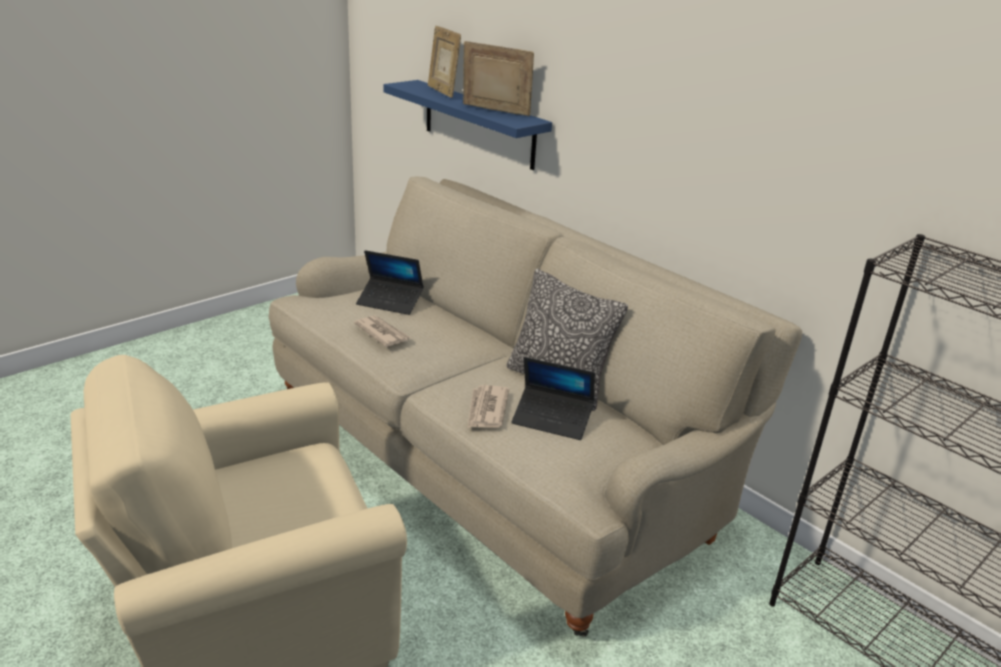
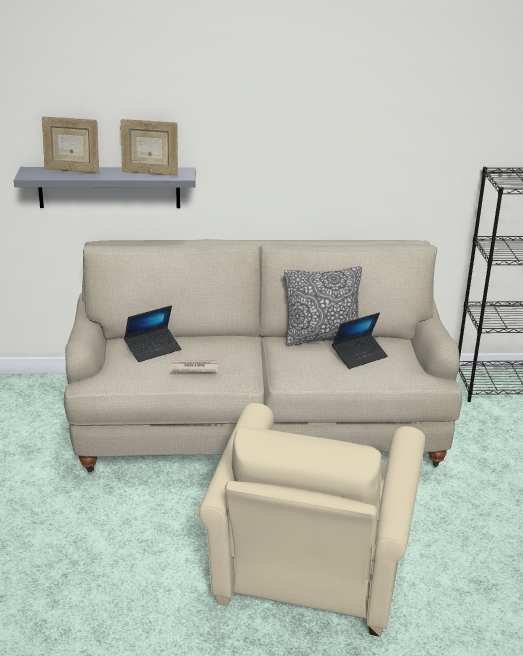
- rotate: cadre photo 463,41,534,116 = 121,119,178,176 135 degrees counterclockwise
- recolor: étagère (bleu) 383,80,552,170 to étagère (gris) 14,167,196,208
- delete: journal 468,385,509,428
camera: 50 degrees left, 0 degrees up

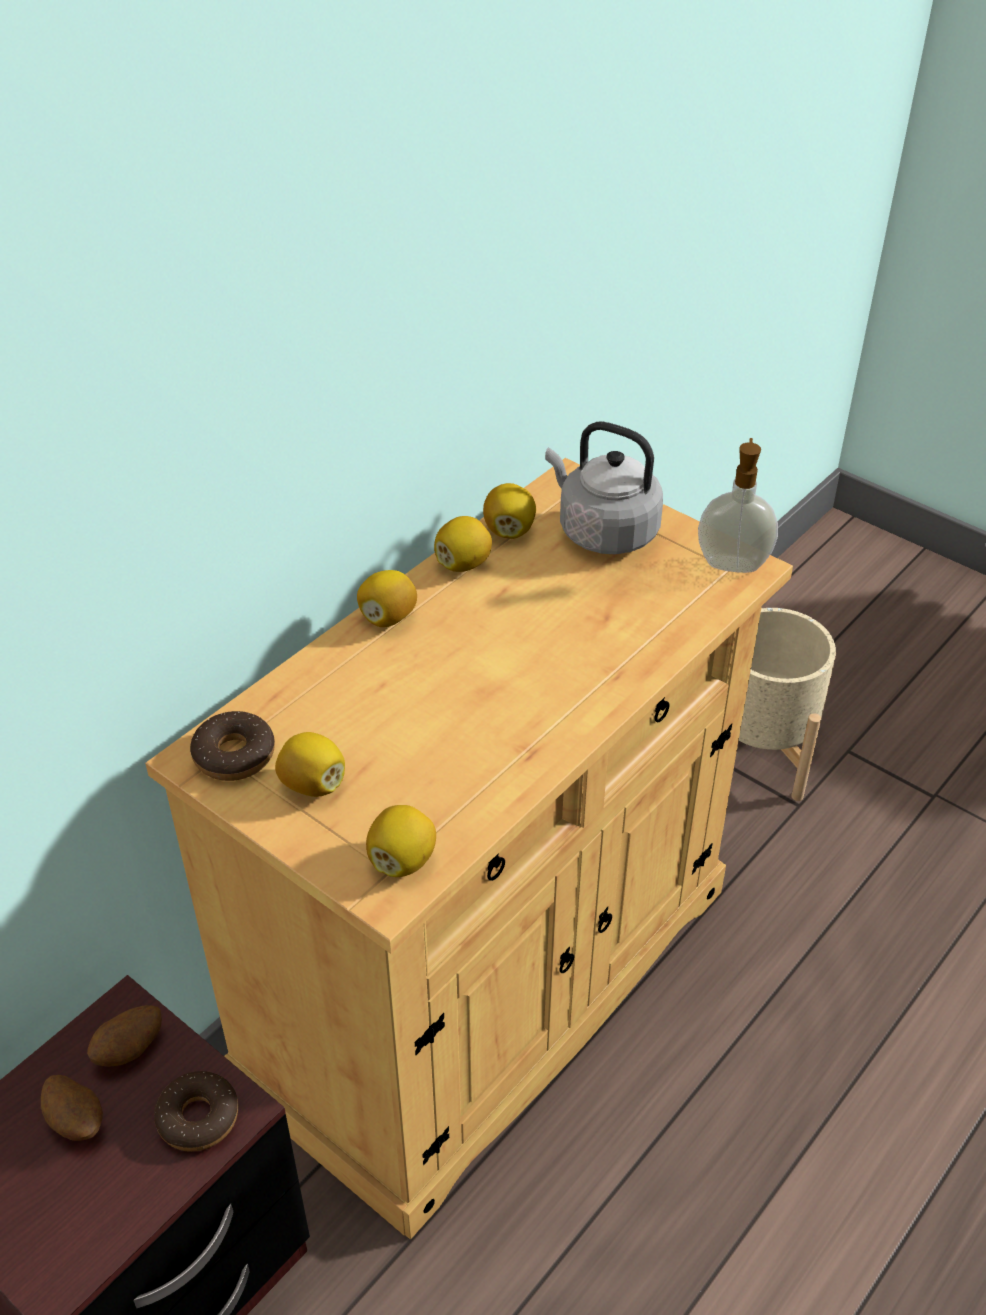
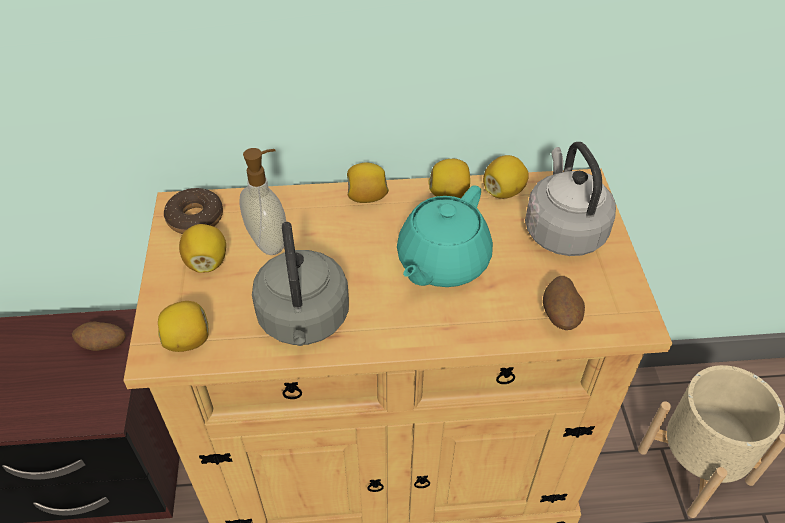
- move: distributeur de savon 698,438,778,573 to 240,148,286,255
- delete: beignet 154,1071,238,1152
- move: pomme de terre 41,1075,103,1141 to 543,276,585,330
- insert: théière (turquoise) 397,185,493,287
- insert: bouilloire (gris) 252,222,349,346
camera: 45 degrees right, 5 degrees up

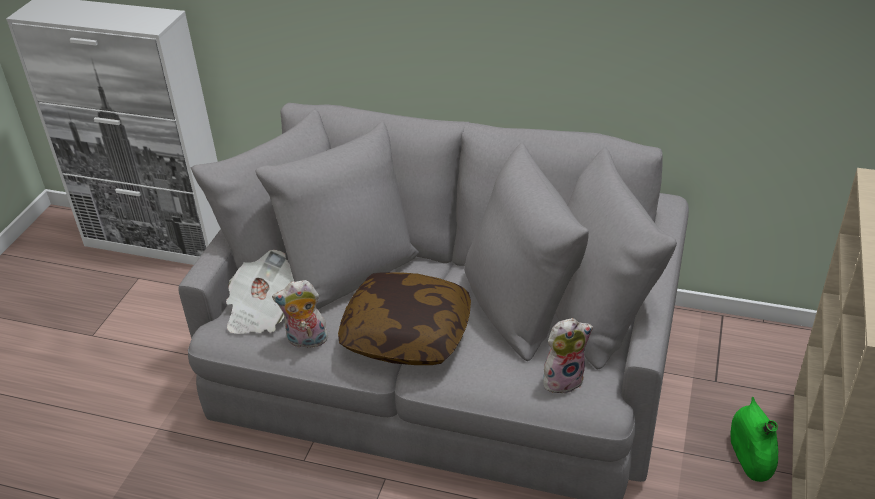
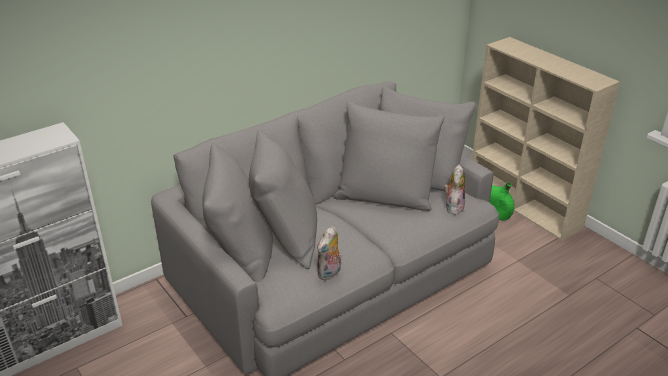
- delete: journal 226,250,294,334
- delete: coussin 338,272,471,365
camera: 55 degrees left, 5 degrees down

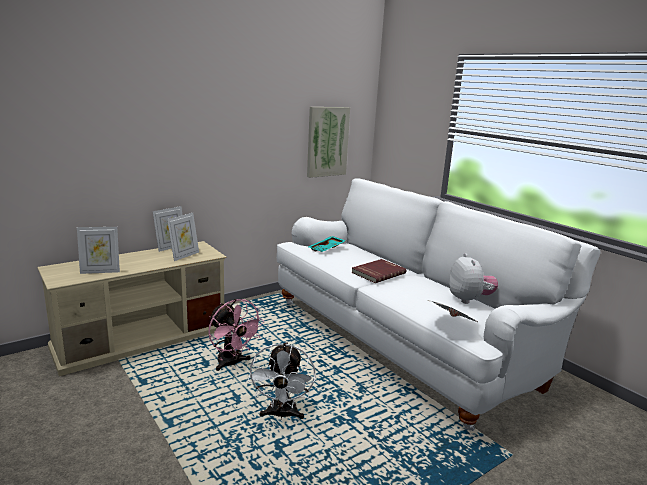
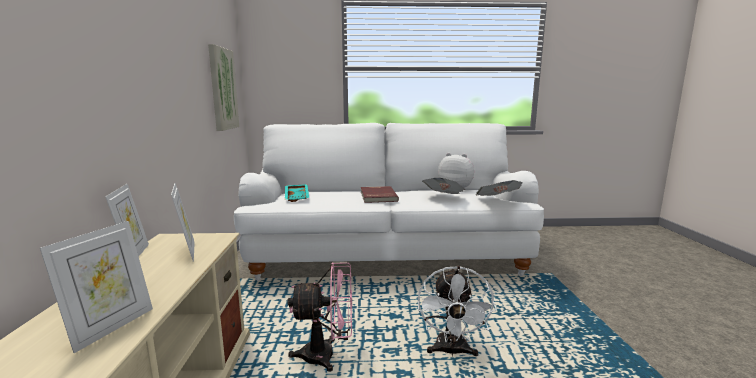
- rotate: ventilateur (blanc) 248,342,316,419 = 418,266,497,357 60 degrees clockwise
- insert: journal 422,178,465,194
camera: 55 degrees left, 5 degrees down

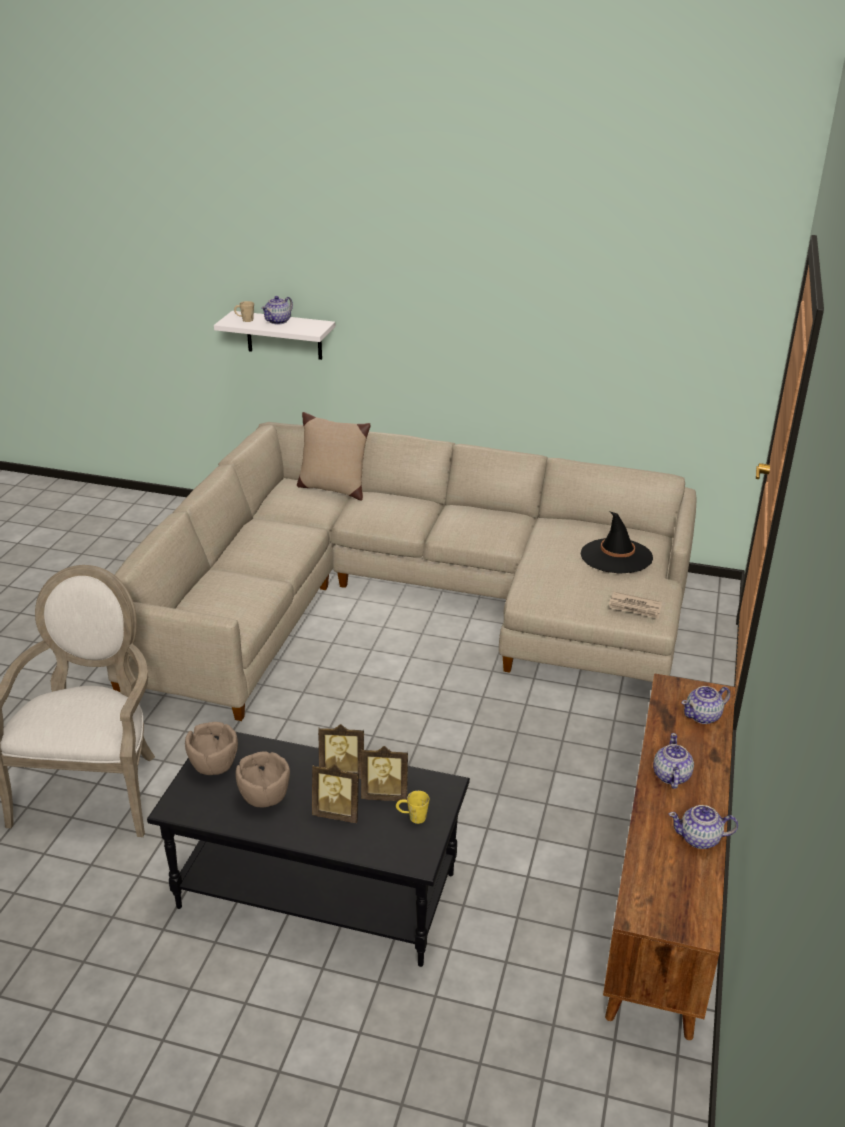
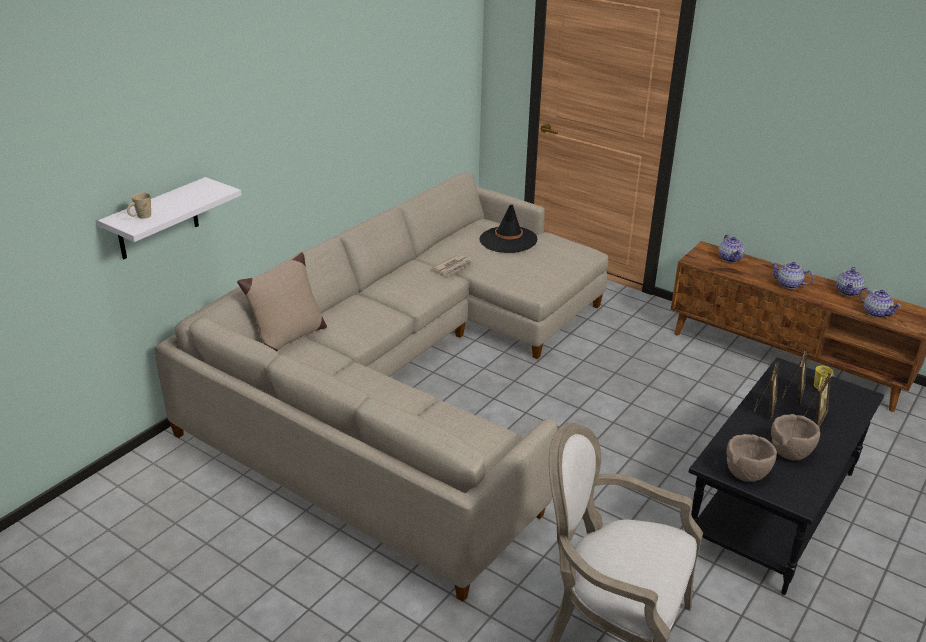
- move: théière 261,296,293,325 to 859,287,901,318
- move: journal 609,592,662,619 to 432,254,472,276
camera: 70 degrees left, 0 degrees up

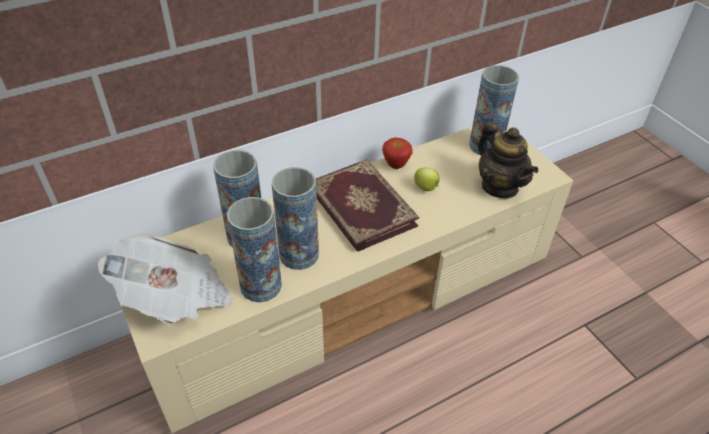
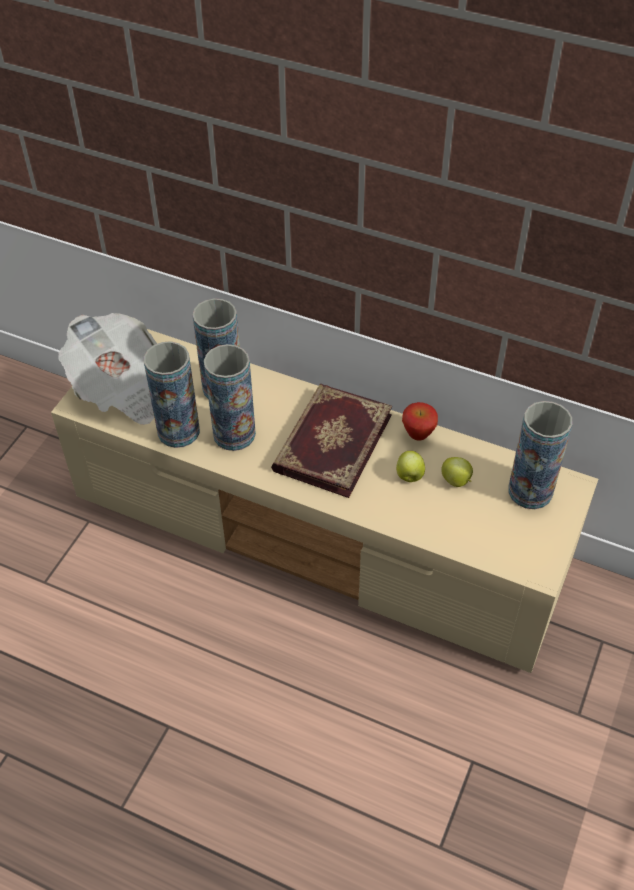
- delete: théière 478,122,538,198
- insert: pomme 441,457,473,487
camera: 55 degrees right, 5 degrees up

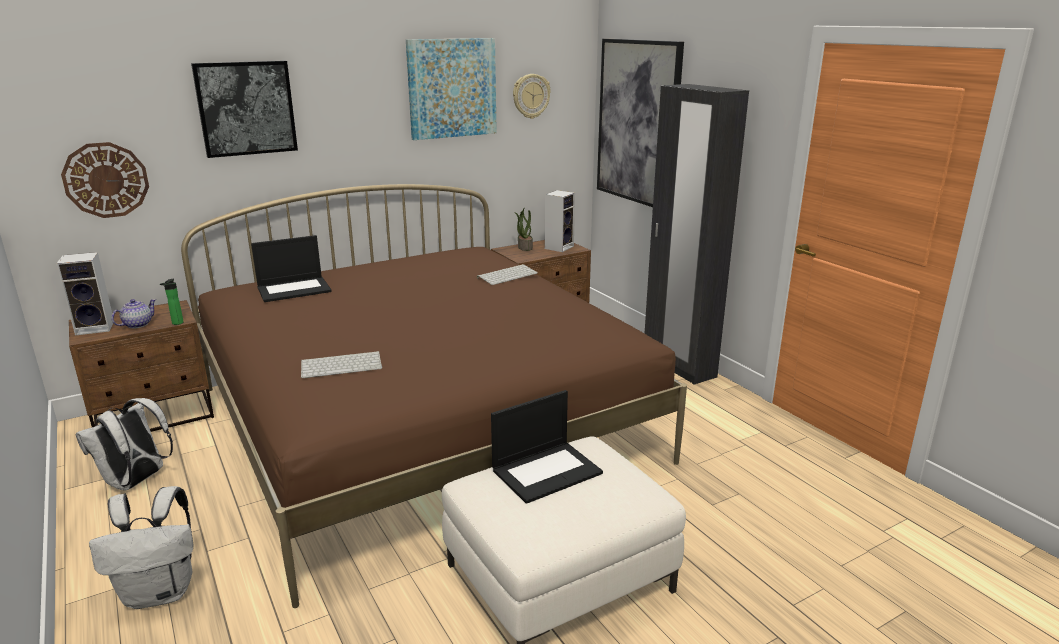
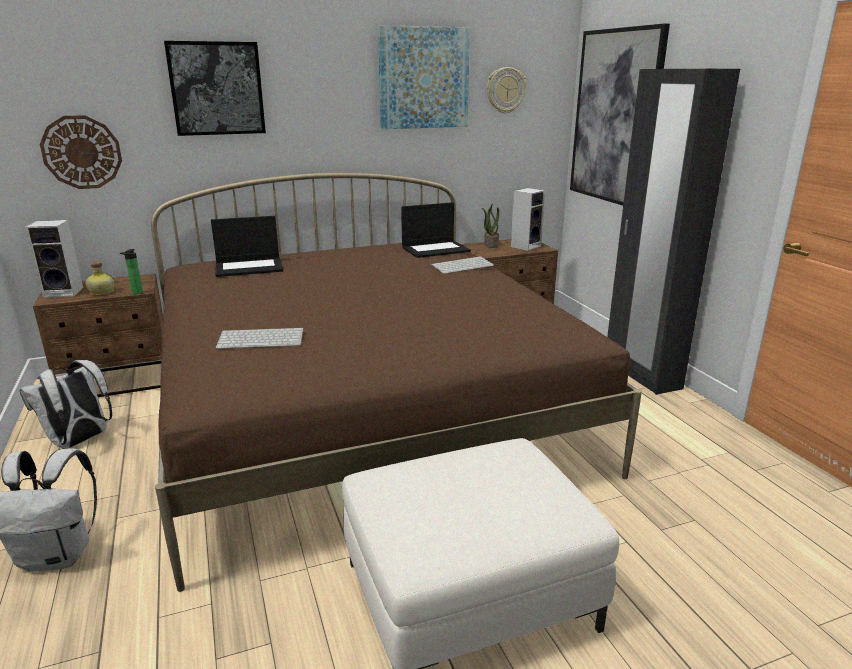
- replace: théière 111,299,156,328 to bouteille 85,261,115,295
- move: ordinateur portable 491,390,603,504 to 401,202,471,258
camera: 10 degrees right, 0 degrees up

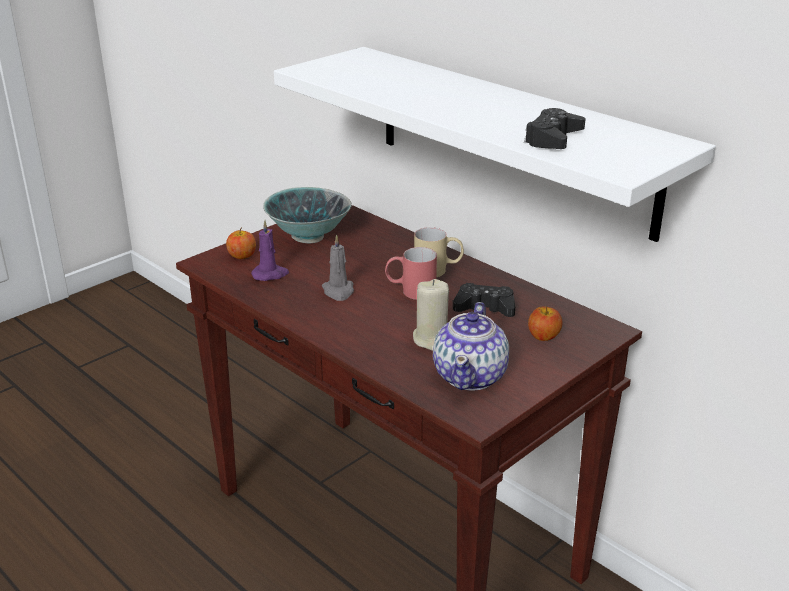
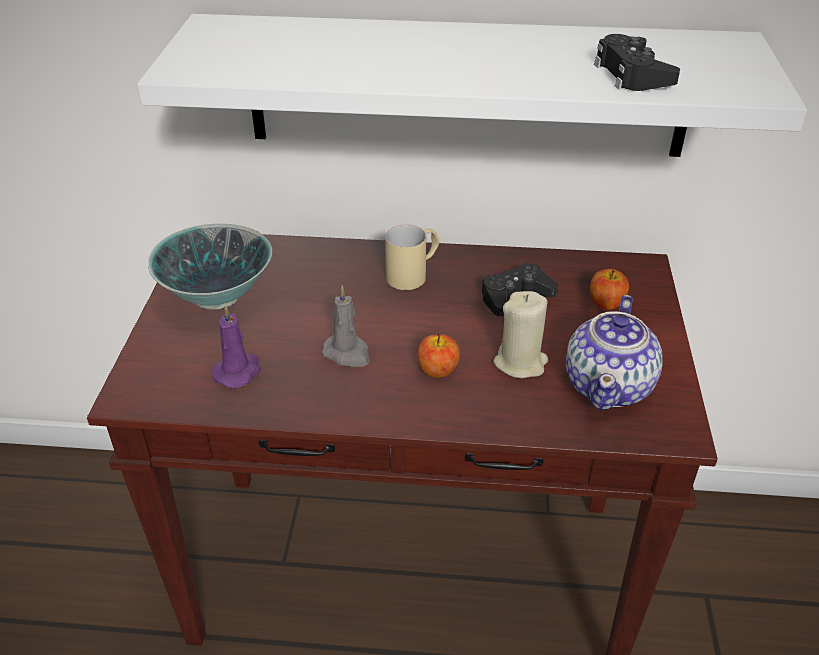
- move: pomme 226,227,256,259 to 418,333,460,378
- delete: mug (rouge) 385,247,437,300
- rotate: théière 433,302,509,391 = 566,295,662,410 45 degrees clockwise
camera: 40 degrees left, 10 degrees up

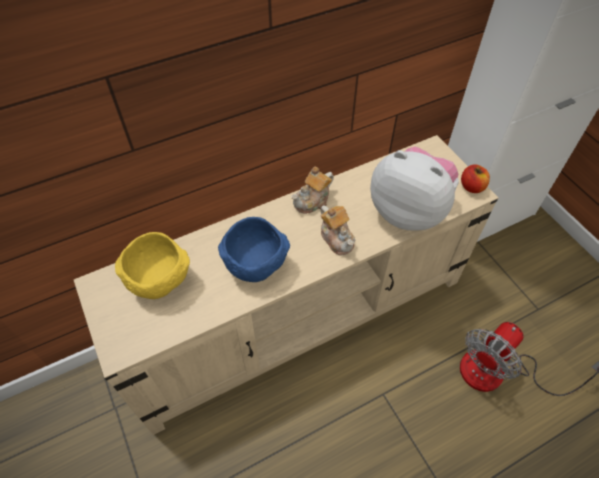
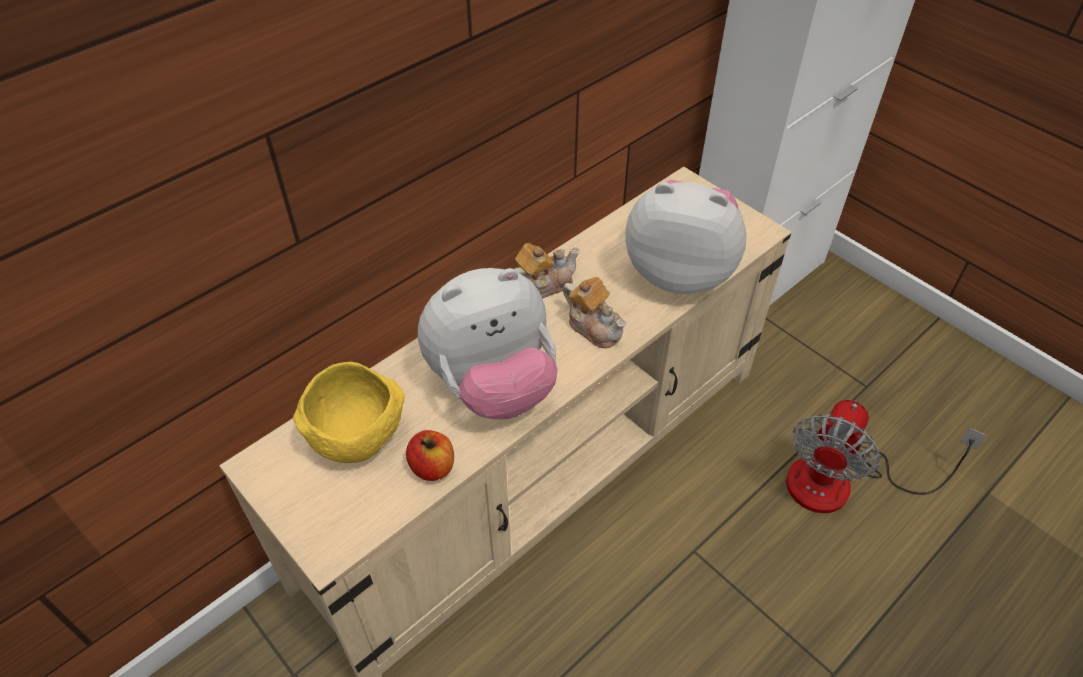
- move: pomme 461,164,490,193 to 406,430,454,481
- rotate: théière 291,167,334,214 = 514,243,580,299 150 degrees counterclockwise
- replace: bol (bleu) 218,217,290,282 to peluche 418,268,558,419
camera: 15 degrees left, 5 degrees down

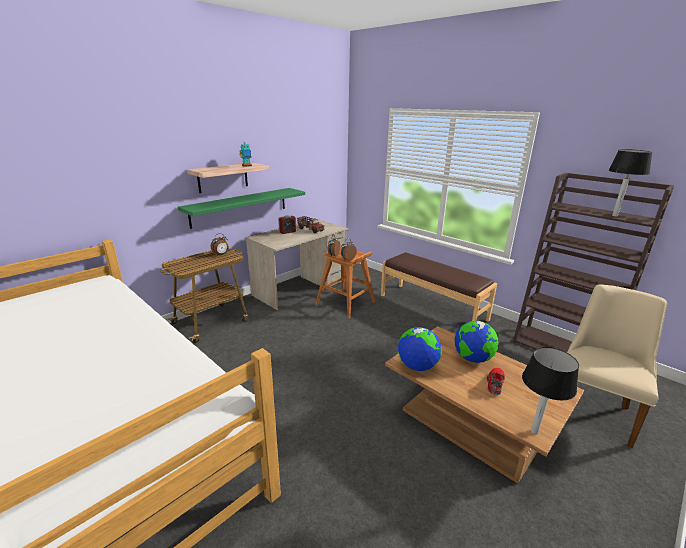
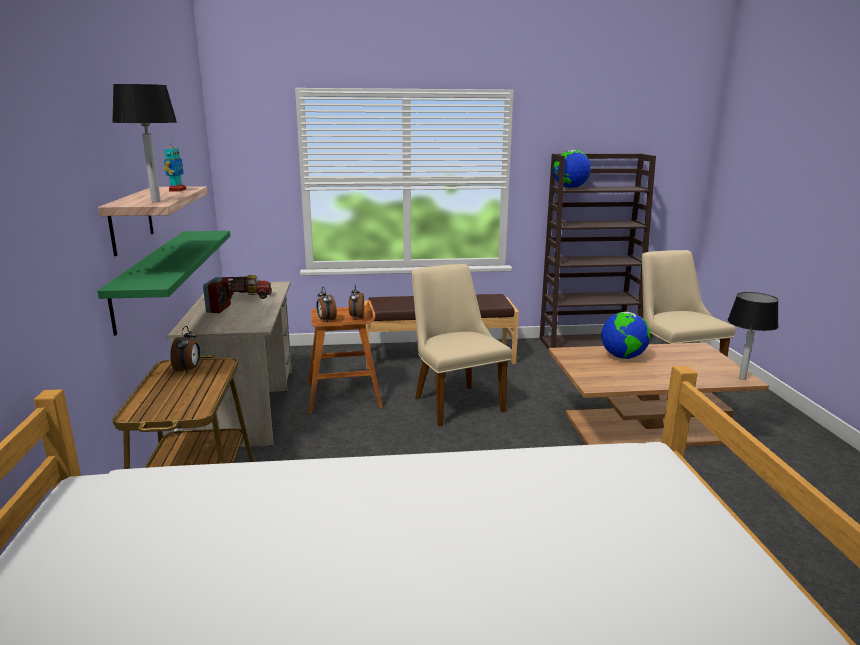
- move: lampe de table 609,149,653,217 to 112,84,177,202
- move: globe 398,327,442,371 to 553,150,591,188
- delete: chaussure (rouge) 487,368,505,395
- insert: chaise (beige) 412,264,512,427
camera: 50 degrees left, 5 degrees down

